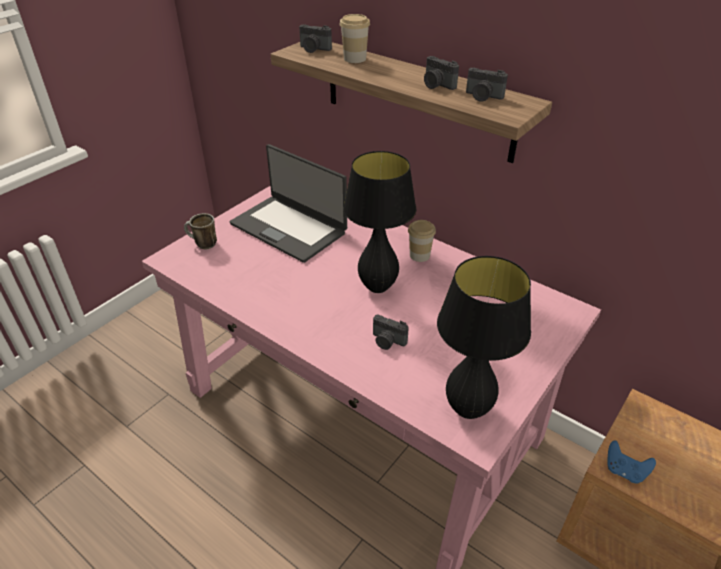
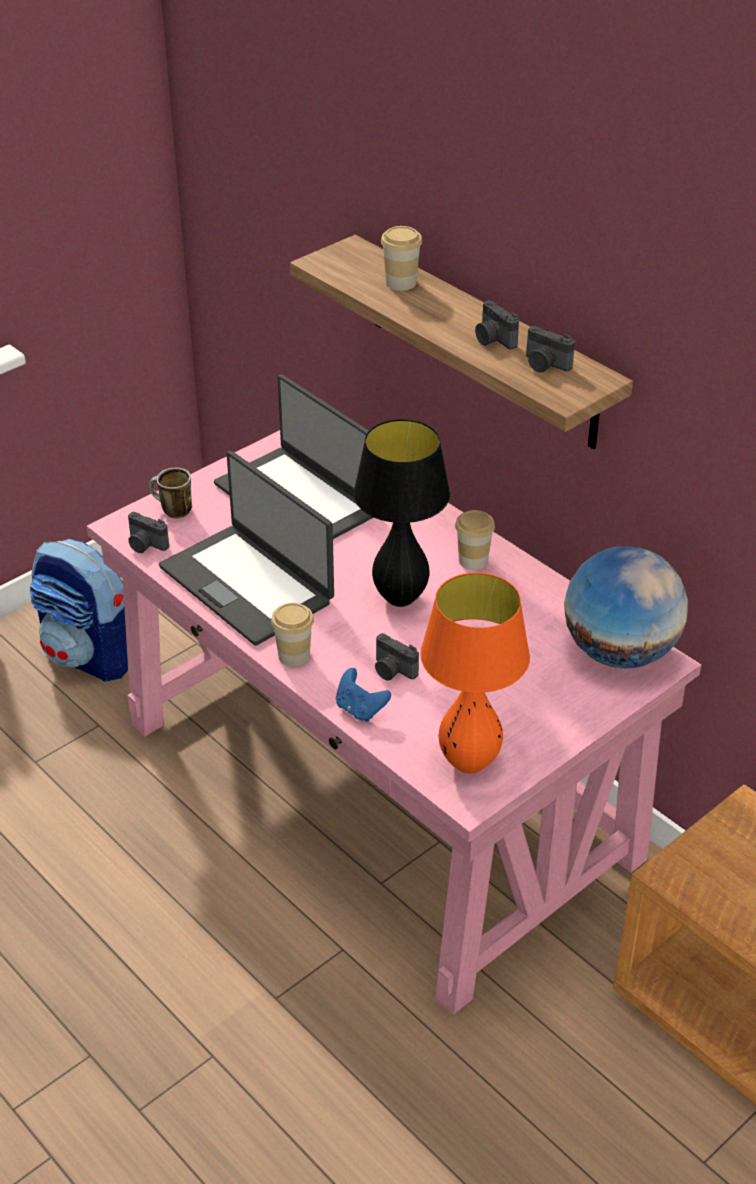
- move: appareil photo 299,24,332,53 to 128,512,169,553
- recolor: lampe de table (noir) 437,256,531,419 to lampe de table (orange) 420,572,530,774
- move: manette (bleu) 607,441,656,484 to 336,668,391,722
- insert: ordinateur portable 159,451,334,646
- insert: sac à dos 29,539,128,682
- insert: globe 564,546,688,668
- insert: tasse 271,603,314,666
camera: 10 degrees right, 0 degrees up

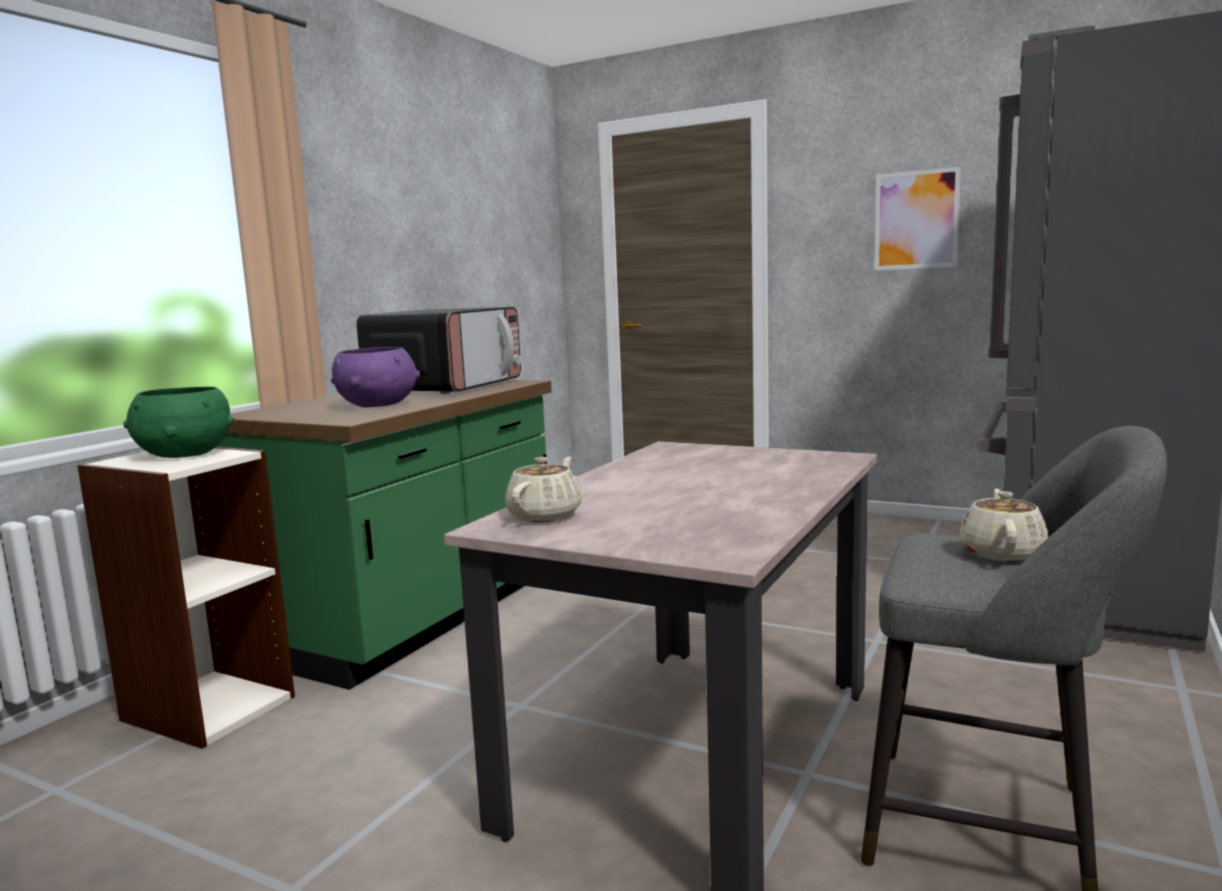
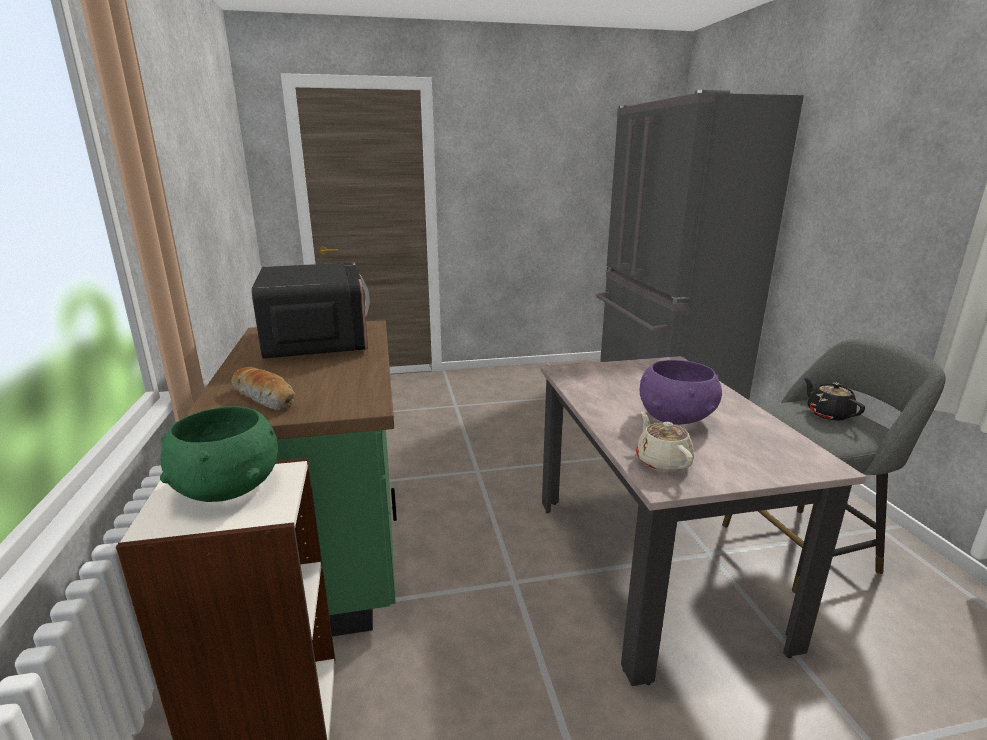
- delete: tableau 874,167,961,270
- move: bol (violet) 331,347,420,407 to 640,360,722,425
- recolor: théière (beige) 960,489,1048,562 to théière (noir) 804,377,865,421
- insert: pain 231,367,295,410
camera: 40 degrees left, 10 degrees up

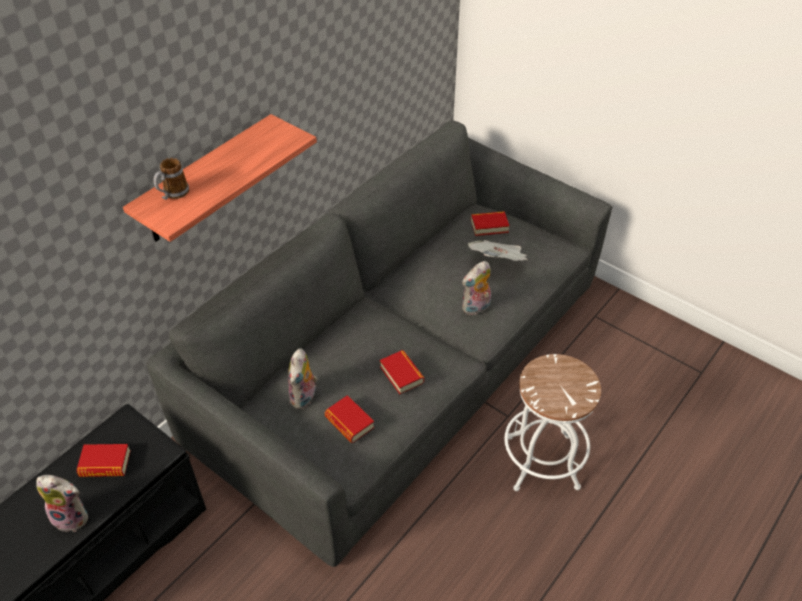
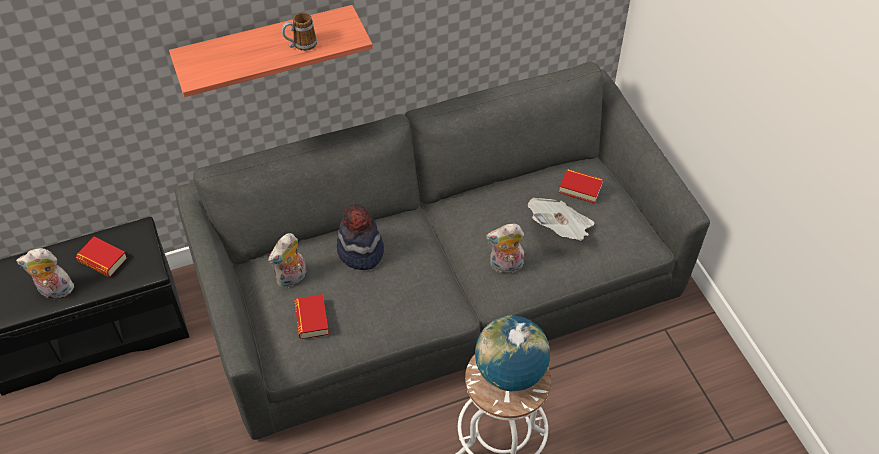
- move: mug 153,158,189,200 to 282,12,317,51
- delete: livre 380,350,424,394
- rotate: peluche 36,475,88,532 = 16,248,75,298 135 degrees clockwise
- insert: chapeau 337,204,384,270
- insert: globe 475,316,550,391
camera: 30 degrees right, 5 degrees up

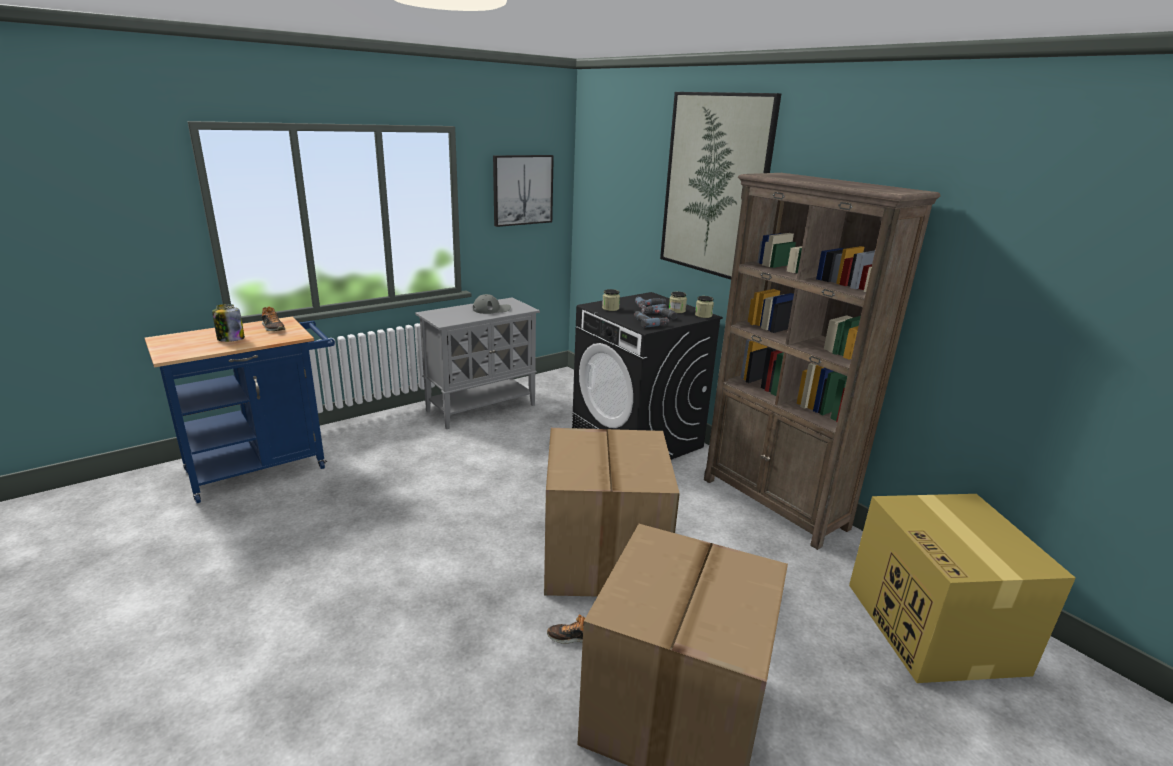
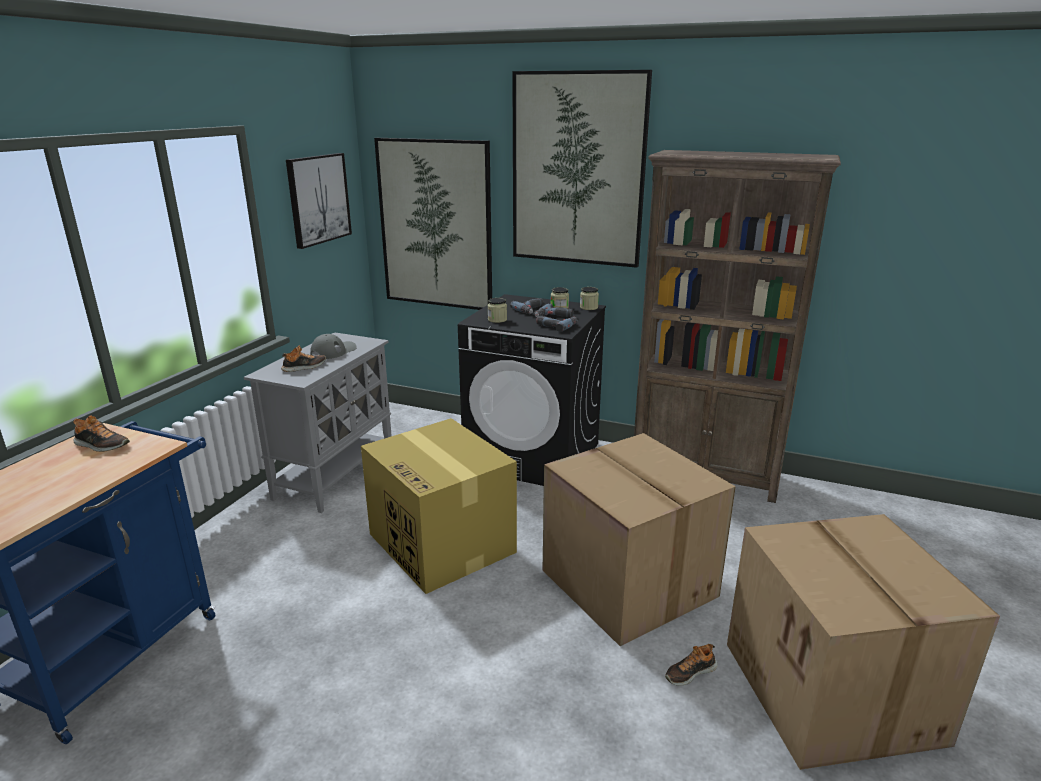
- delete: bocal 212,304,245,342
- move: carton 849,494,1076,683 to 361,418,517,594
- insert: tableau 374,138,492,310
- insert: chaussure 281,346,326,372
camera: 30 degrees left, 0 degrees up

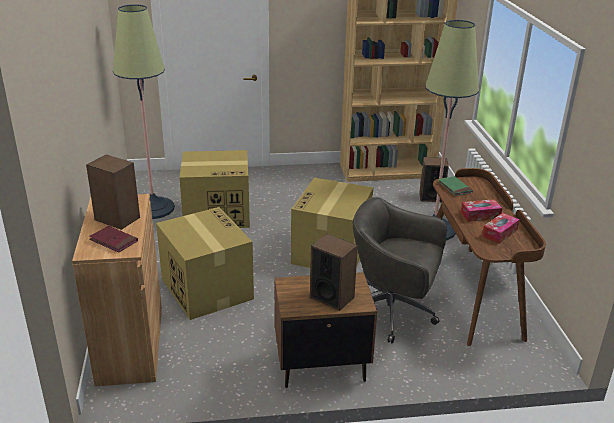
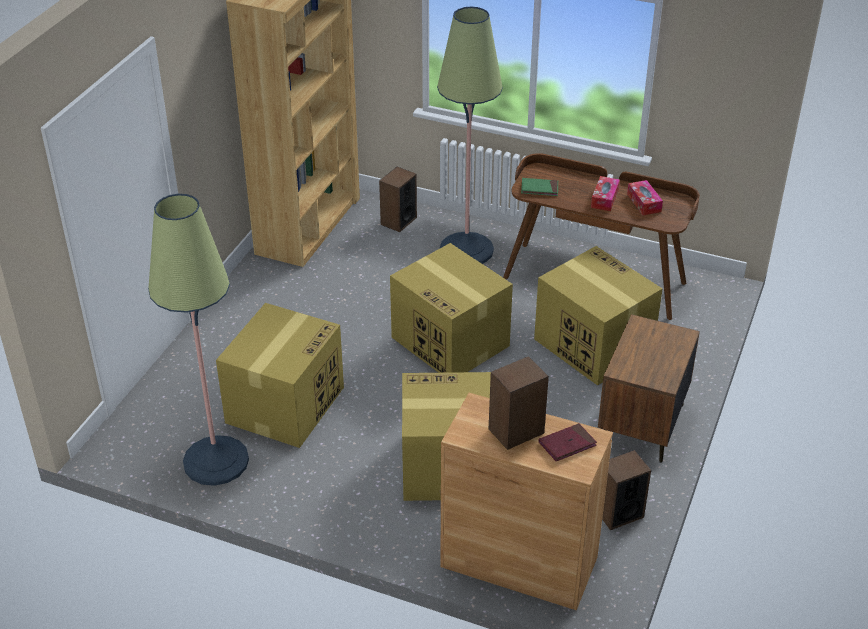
- replace: chaise de bureau (gris) 353,197,447,343 to carton 534,246,663,386
- move: enceinte 310,234,358,311 to 602,450,651,530
camera: 60 degrees left, 10 degrees up

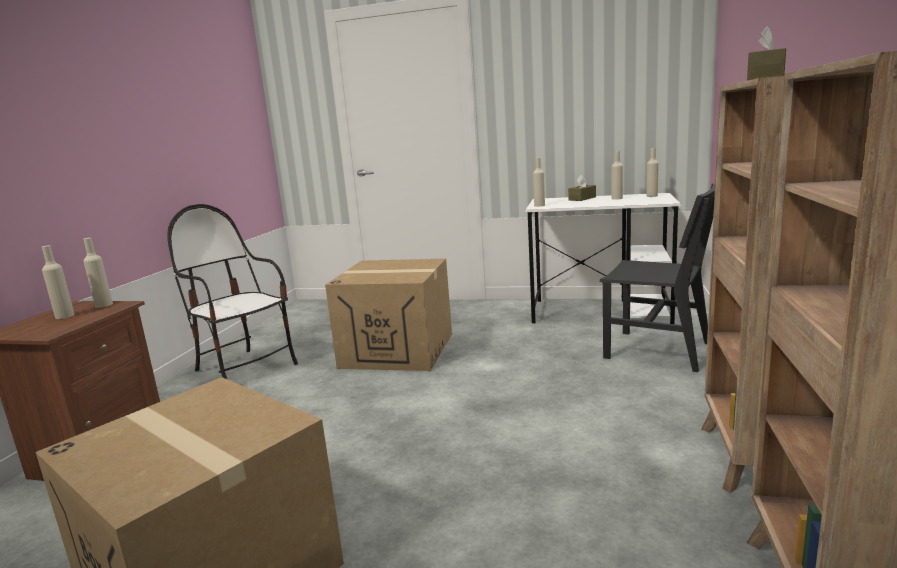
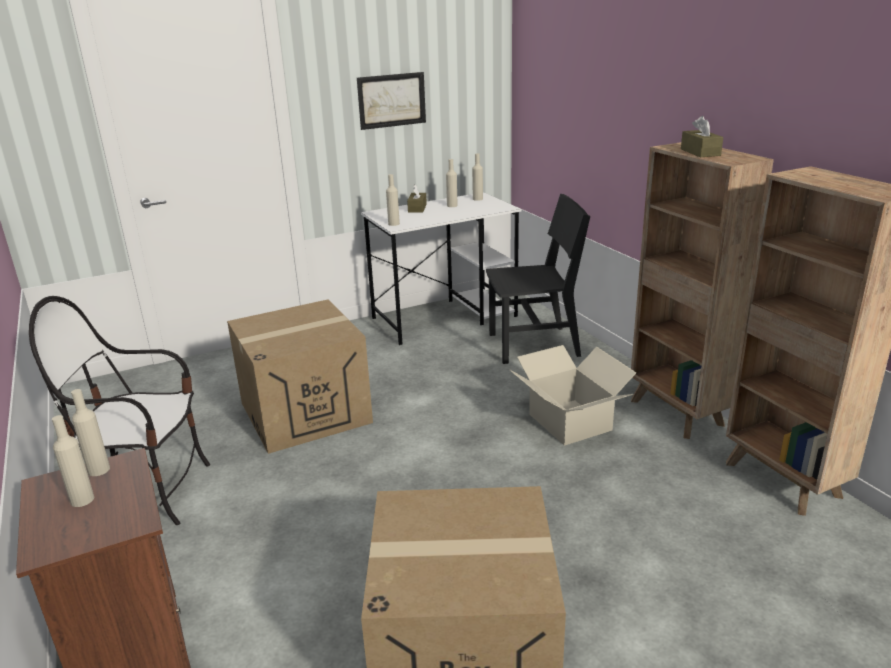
- insert: tableau 357,72,426,130
- insert: carton 510,345,636,446
camera: 40 degrees left, 10 degrees up

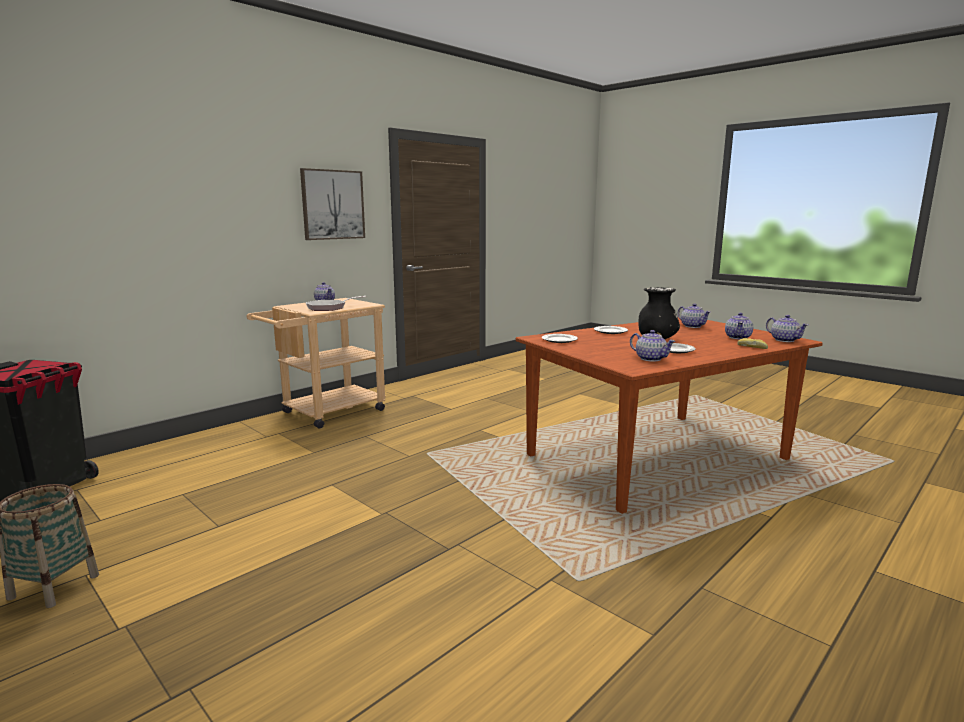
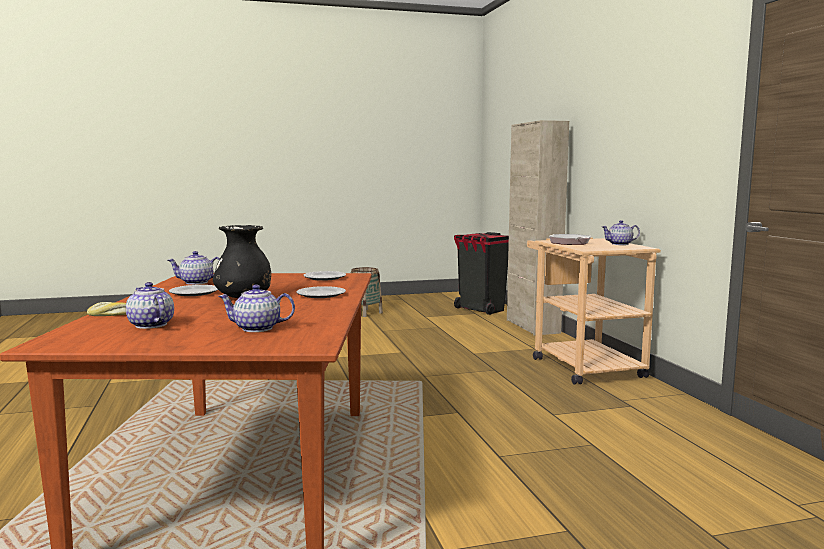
- delete: tableau 300,168,365,240
- delete: théière 766,315,809,342
- insert: meuble de rangement (beige) 507,120,569,335
camera: 120 degrees right, 5 degrees down

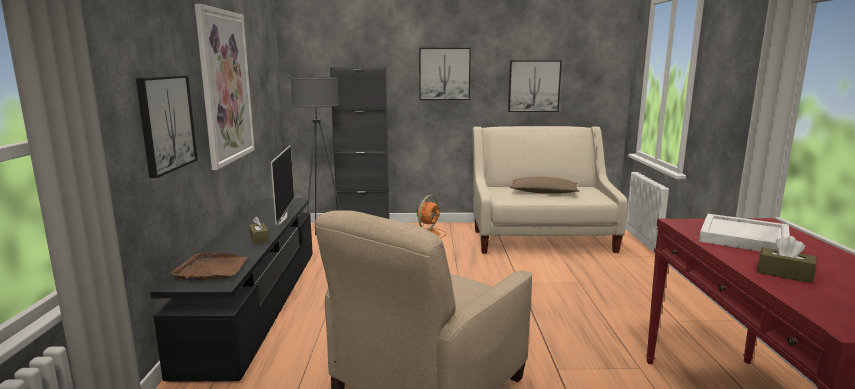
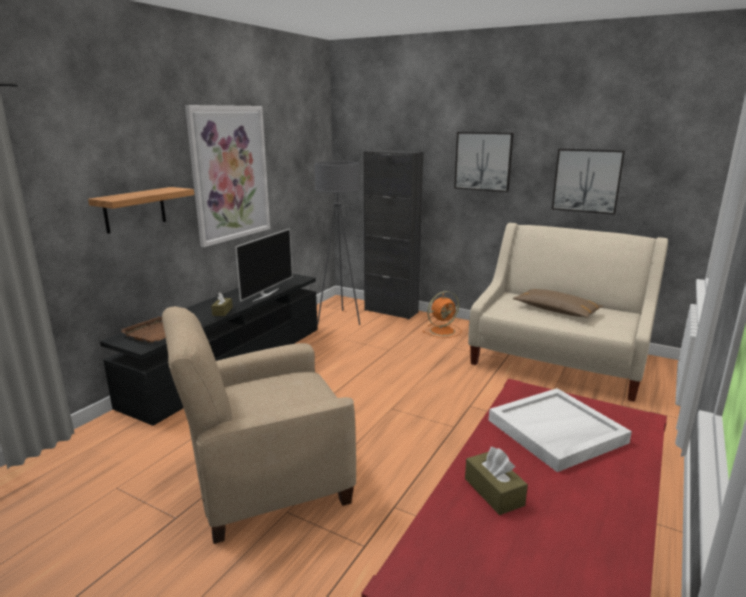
- replace: tableau 136,76,197,178 to étagère 88,187,194,234
camera: 30 degrees right, 5 degrees up

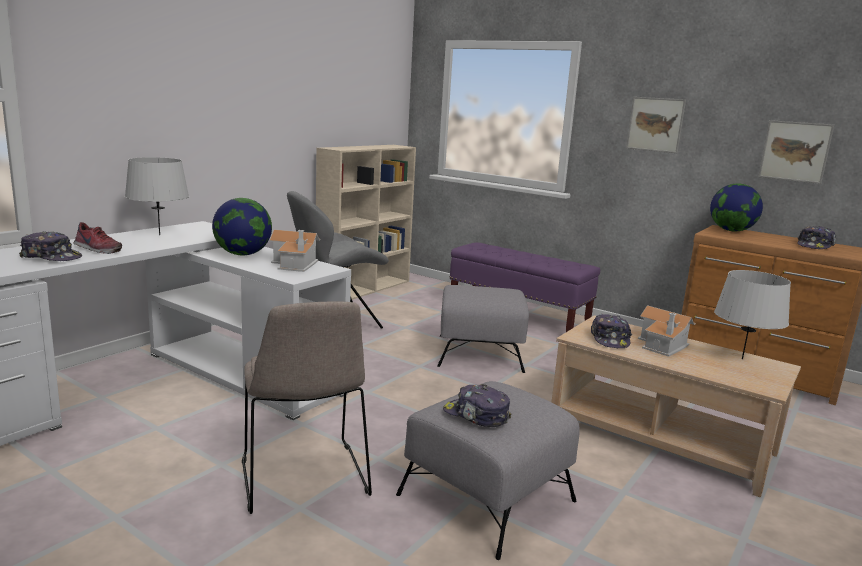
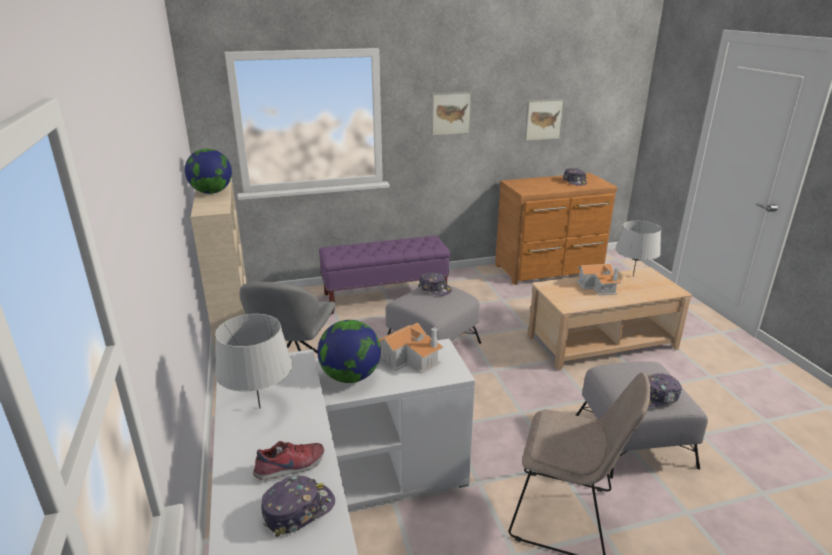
- move: globe 710,184,763,231 to 185,149,232,194
- move: casquette 591,314,632,348 to 418,272,452,296
camera: 50 degrees left, 10 degrees up

